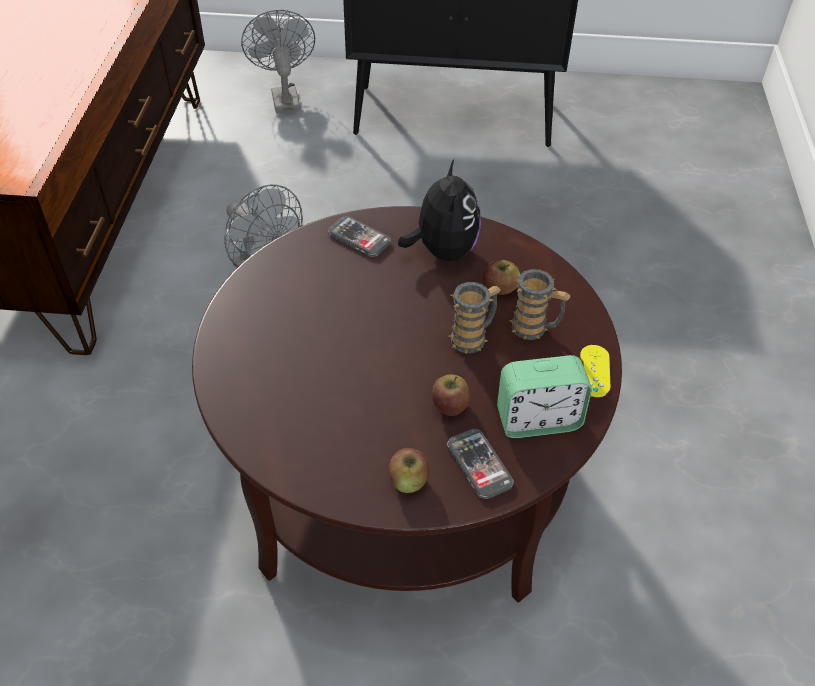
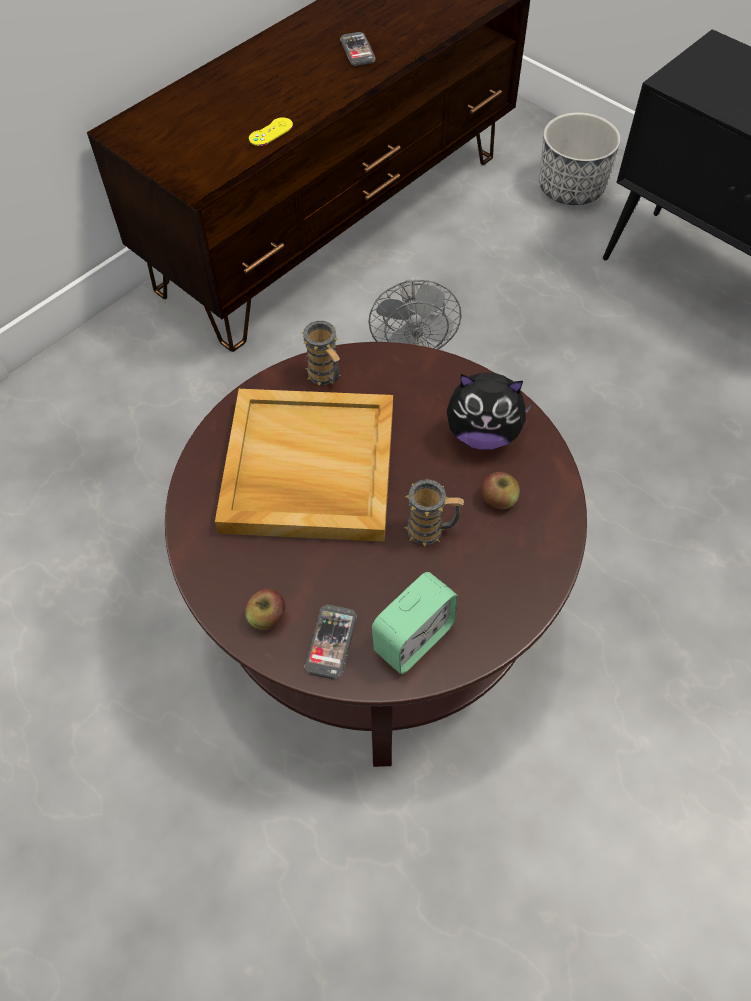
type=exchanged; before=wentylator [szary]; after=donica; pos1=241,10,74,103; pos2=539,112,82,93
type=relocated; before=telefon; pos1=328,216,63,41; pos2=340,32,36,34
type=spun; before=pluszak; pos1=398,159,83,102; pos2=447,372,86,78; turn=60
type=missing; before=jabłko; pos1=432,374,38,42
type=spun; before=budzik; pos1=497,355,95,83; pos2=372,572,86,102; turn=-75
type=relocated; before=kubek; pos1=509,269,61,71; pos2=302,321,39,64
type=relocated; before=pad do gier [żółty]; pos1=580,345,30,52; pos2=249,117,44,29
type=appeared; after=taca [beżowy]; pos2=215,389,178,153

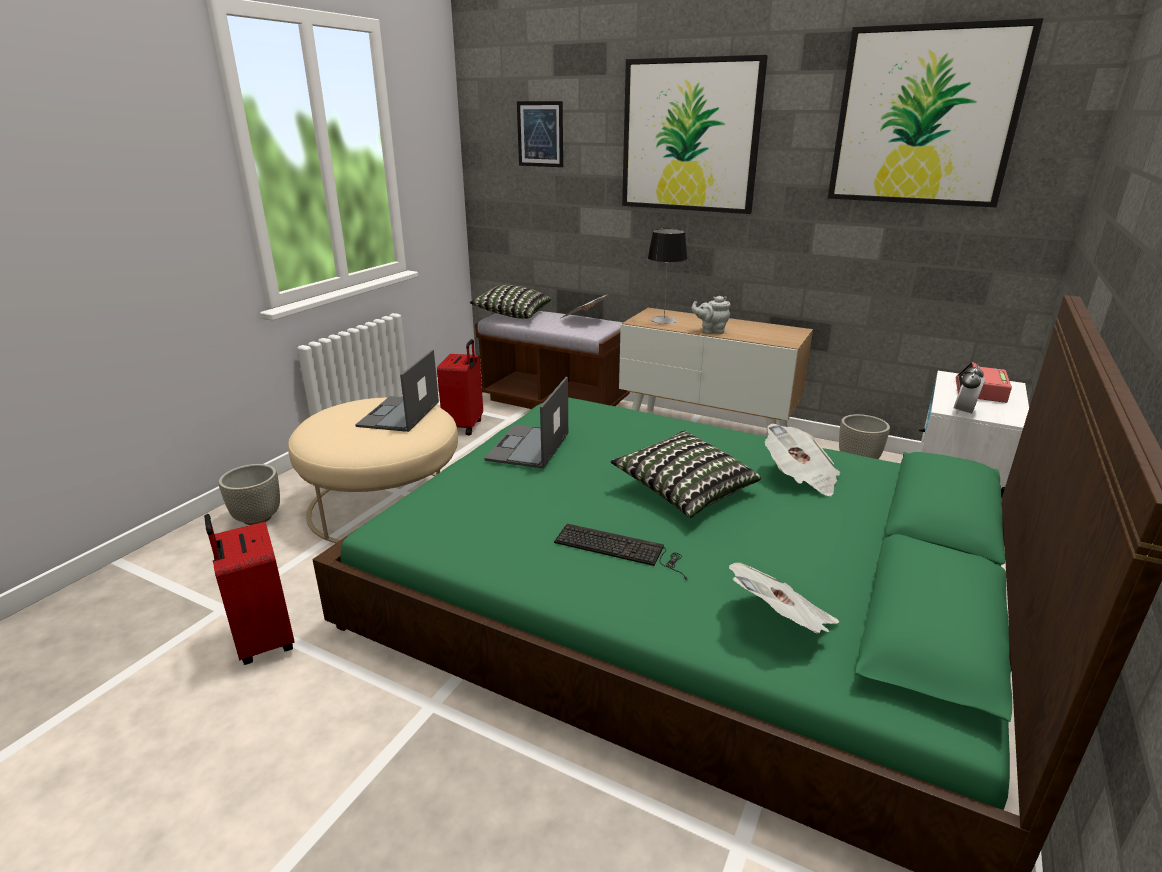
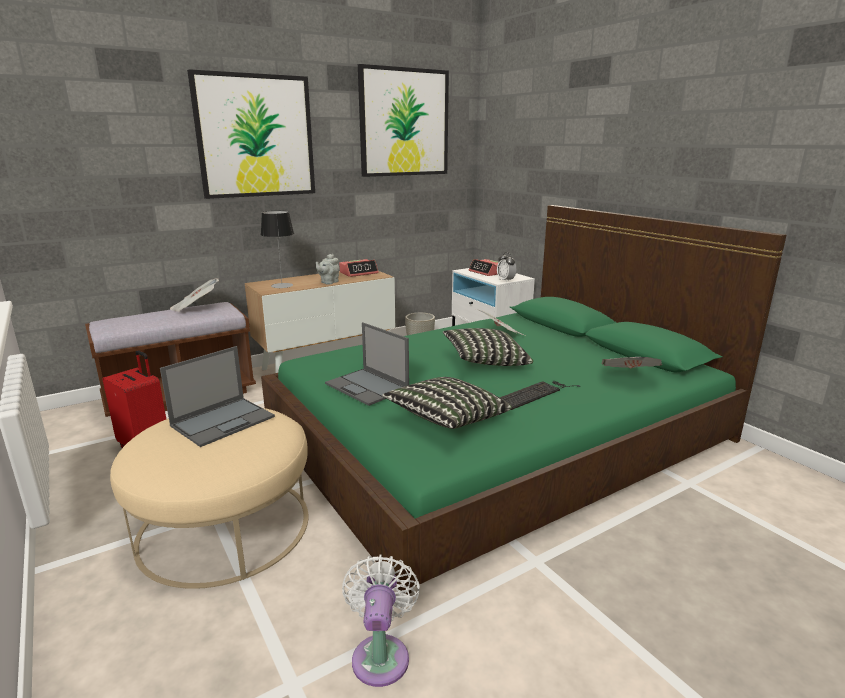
type=exchanged; before=walizka [czerwony]; after=wentylator [biały]; pos1=204,514,90,151; pos2=342,555,78,132
type=missing; before=donica [szary]; pos1=218,464,62,61
type=spun; before=laptop; pos1=355,350,84,82; pos2=160,346,115,101; turn=-90
type=relocated; before=poduszka; pos1=470,285,81,34; pos2=382,377,130,52
type=missing; before=obraz; pos1=517,101,46,66
type=appeared; after=budzik; pos2=339,259,40,18

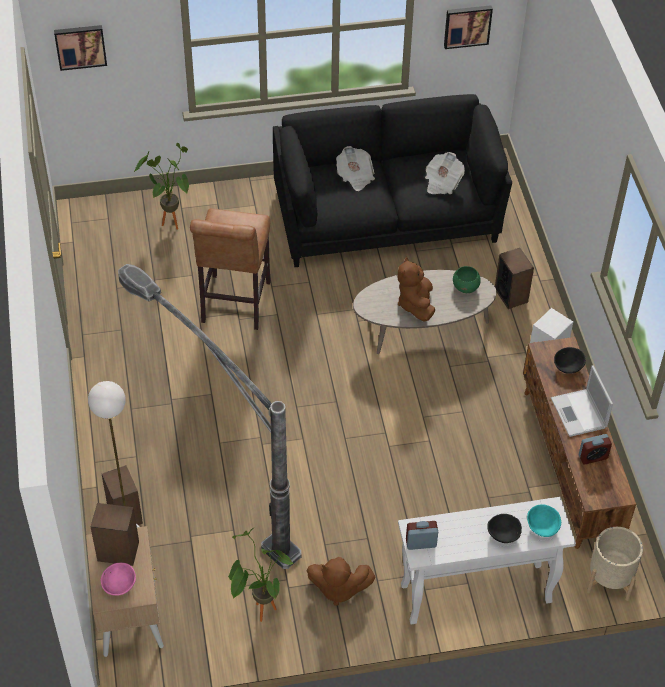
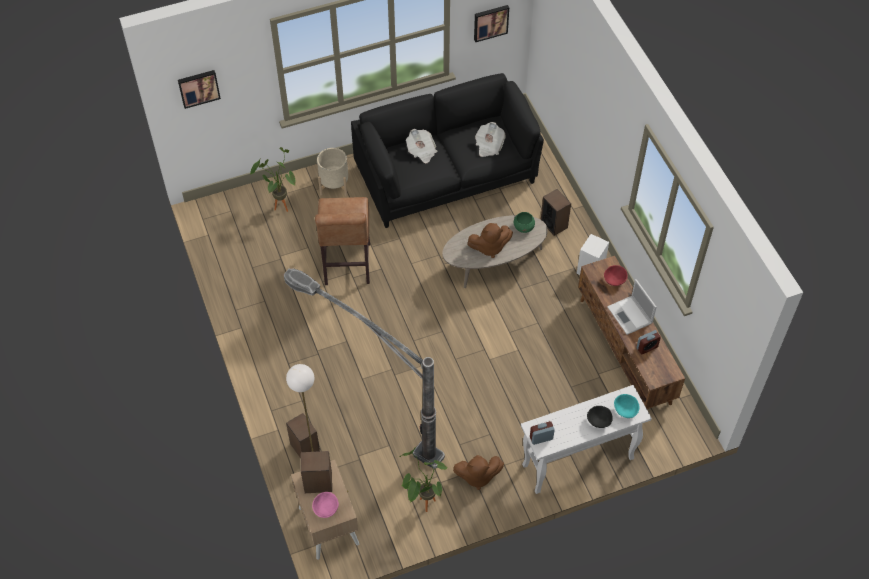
type=spun; before=pluszak [brązowy]; pos1=398,257,37,64; pos2=467,223,46,35; turn=-90
type=colour; before=miska [czarny]; after=miska [czerwony]; pos1=554,347,32,27; pos2=604,265,24,21
type=relocated; before=donica [beżowy]; pos1=587,527,56,74; pos2=317,148,32,48

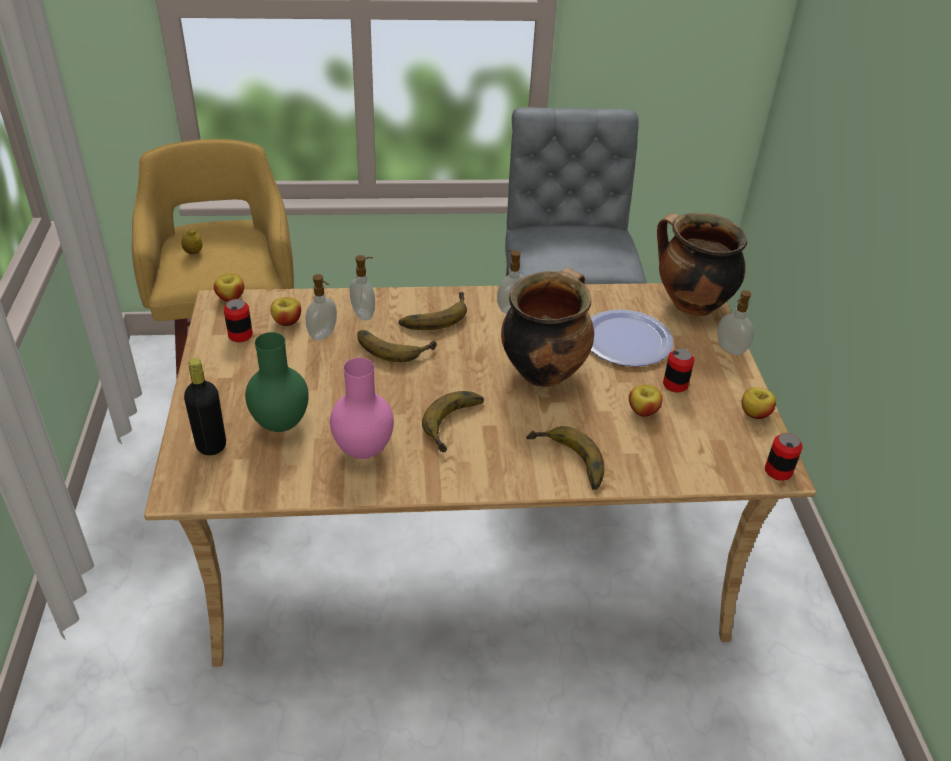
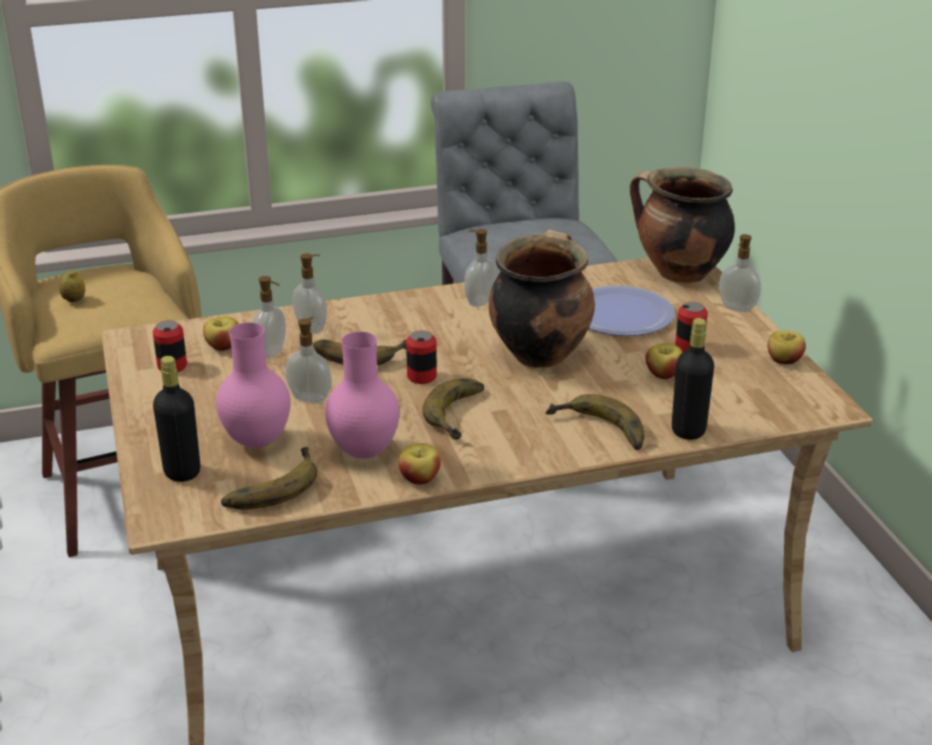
type=relocated; before=jabłko; pos1=214,273,30,29; pos2=398,443,43,42
type=colour; before=wazon [zielony]; after=wazon [różowy]; pos1=245,332,64,100; pos2=216,322,75,126
type=relocated; before=banan; pos1=398,292,69,38; pos2=221,447,96,62
type=relocated; before=puszka; pos1=765,433,38,48; pos2=406,330,31,54
type=appeared; after=dozownik mydła; pos2=285,317,47,86
type=appeared; after=butelka [czarny]; pos2=672,318,42,122

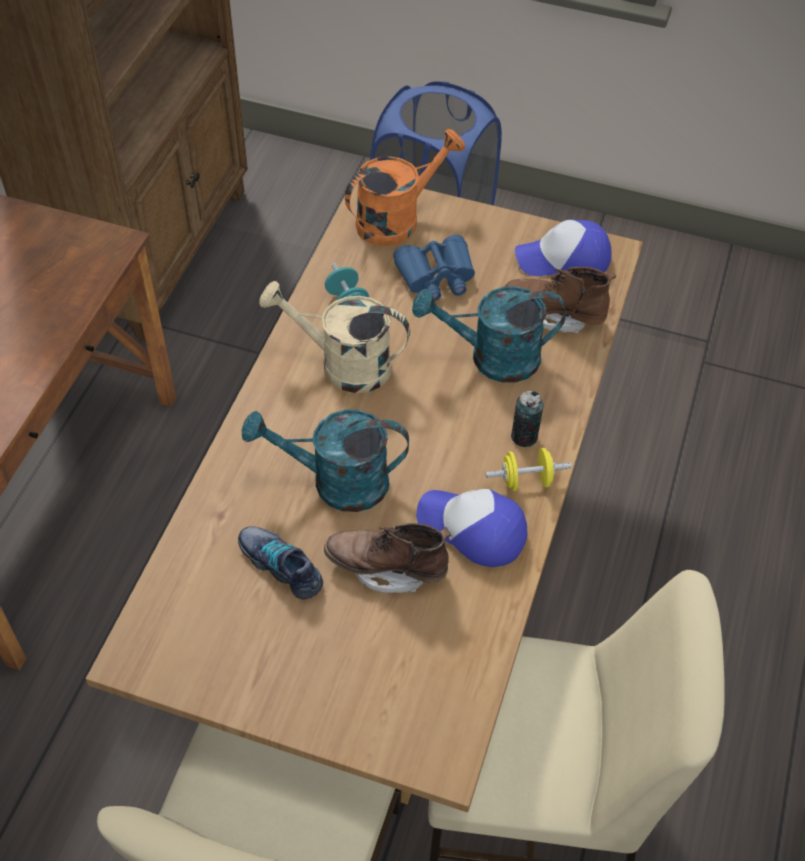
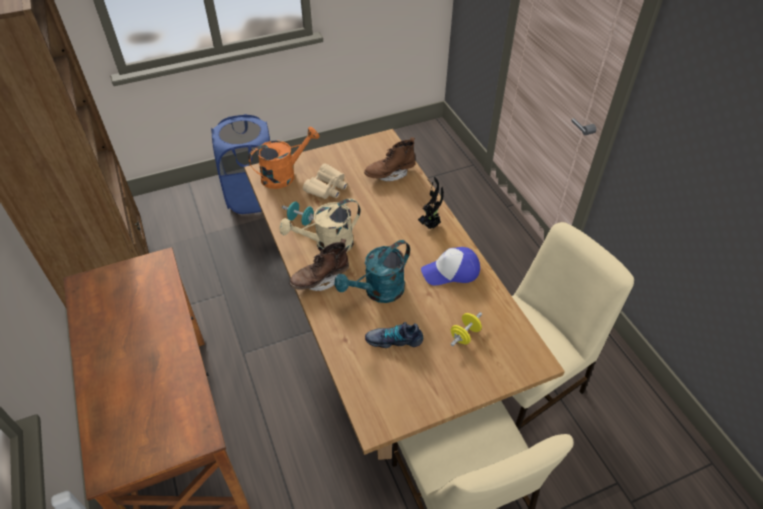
type=relocated; before=but z cholewką [brązowy]; pos1=324,523,127,70; pos2=289,239,60,52
type=spun; before=konewka [pomarańczowy]; pos1=345,129,120,117; pos2=248,127,72,62; turn=45
type=colour; before=lornetka [niebieski]; after=lornetka [beżowy]; pos1=393,234,82,67; pos2=303,163,45,36
type=missing; before=konewka [turkusowy]; pos1=412,286,154,97
type=relocated; before=hantel [żółty]; pos1=485,448,86,43; pos2=450,312,32,34
type=exchanged; before=puszka; after=roślina doniczkowa; pos1=511,391,33,56; pos2=418,177,26,52
type=missing; before=czapka z daszkiem; pos1=515,219,96,57

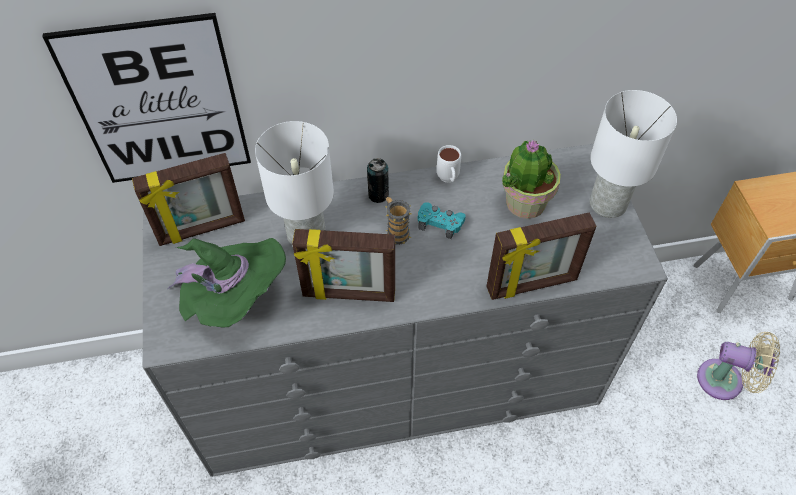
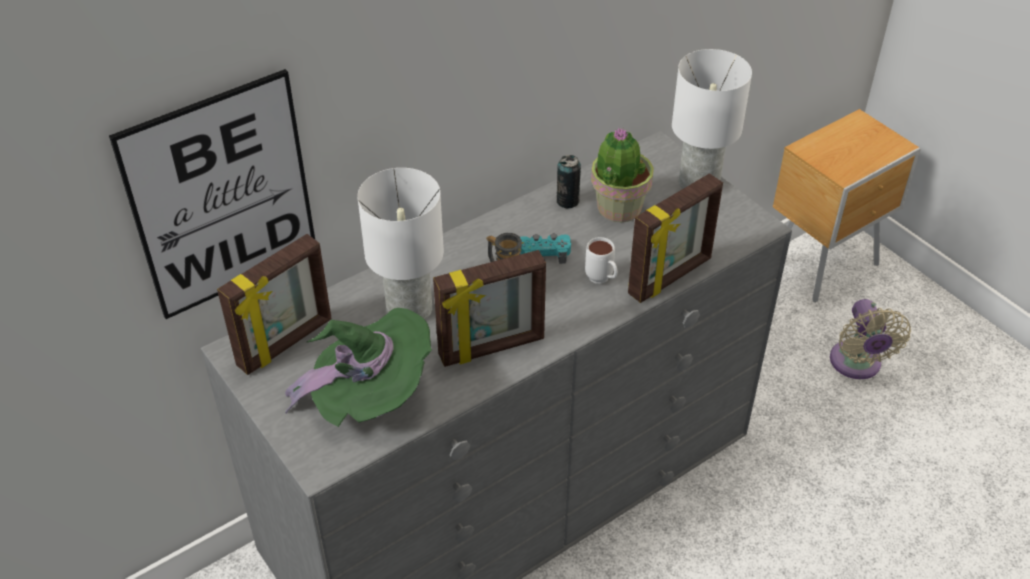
type=relocated; before=puszka; pos1=367,158,22,45; pos2=557,155,24,54
type=relocated; before=kubek [biały]; pos1=437,145,24,38; pos2=585,237,33,47
type=spun; before=wentylator [beżowy]; pos1=697,332,83,68; pos2=830,299,81,80; turn=90

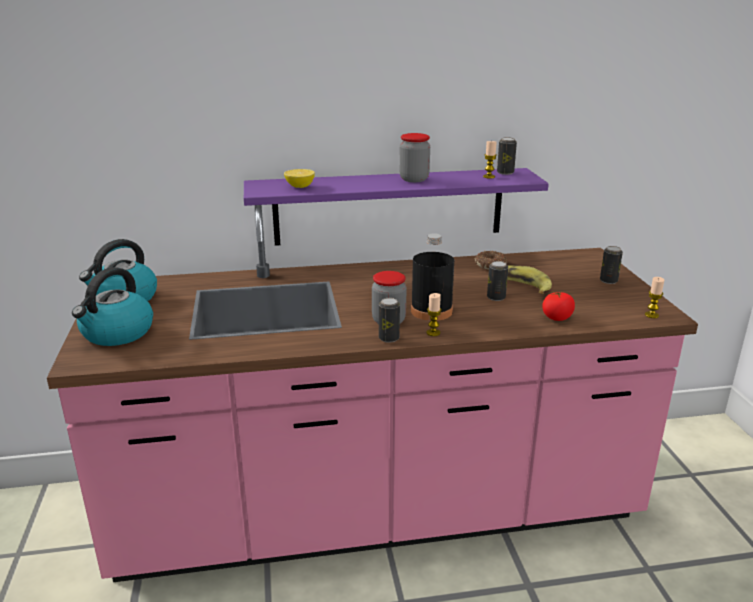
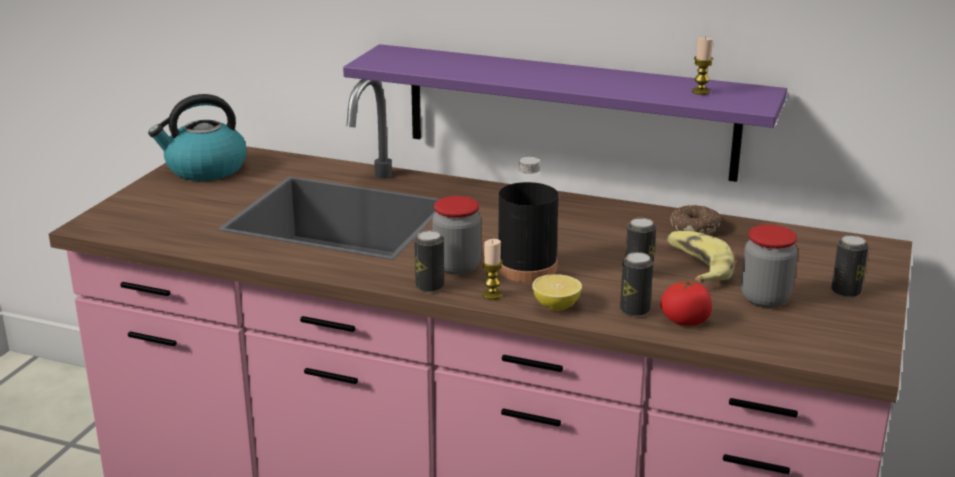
type=missing; before=czajnik; pos1=72,267,81,79
type=relocated; before=cytryna; pos1=284,169,31,19; pos2=532,274,50,36
type=relocated; before=słoik; pos1=399,133,31,49; pos2=741,225,56,83
type=relocated; before=puszka; pos1=497,137,20,38; pos2=620,252,33,64
type=missing; before=świeca; pos1=645,277,19,41

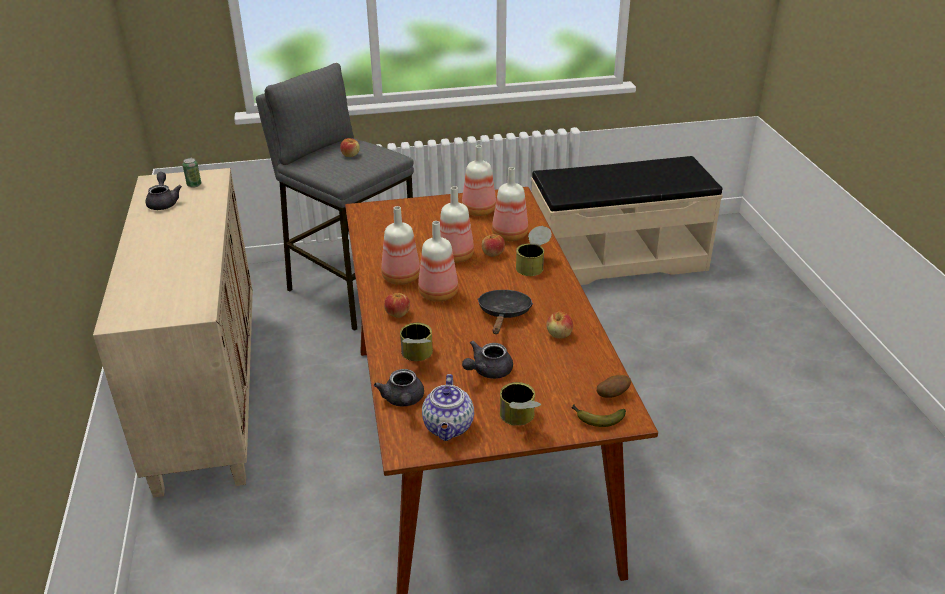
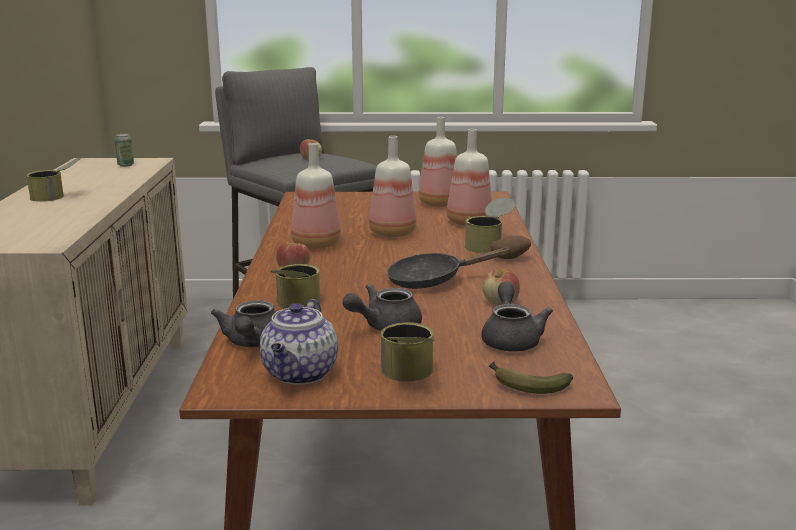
type=relocated; before=imbryk [szary]; pos1=146,172,36,38; pos2=481,282,72,70
type=missing; before=butelka; pos1=418,221,40,81
type=spun; before=patelnia [czarny]; pos1=478,290,55,44; pos2=387,247,125,42; turn=-120
type=missing; before=jabłko; pos1=482,234,23,23
type=missing; before=ławka [beżowy]; pos1=531,156,192,129
type=relocated; before=ziemniak; pos1=597,375,34,23; pos2=491,235,40,24
type=appeared; after=puszka; pos2=26,157,55,45

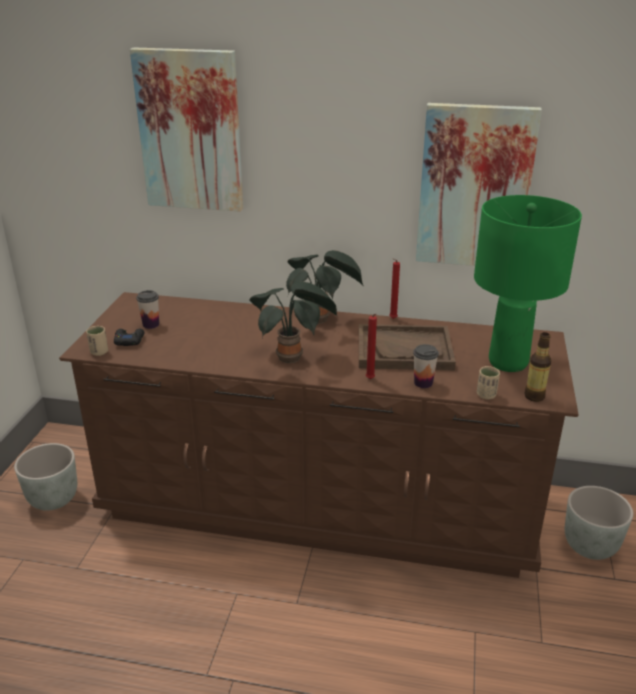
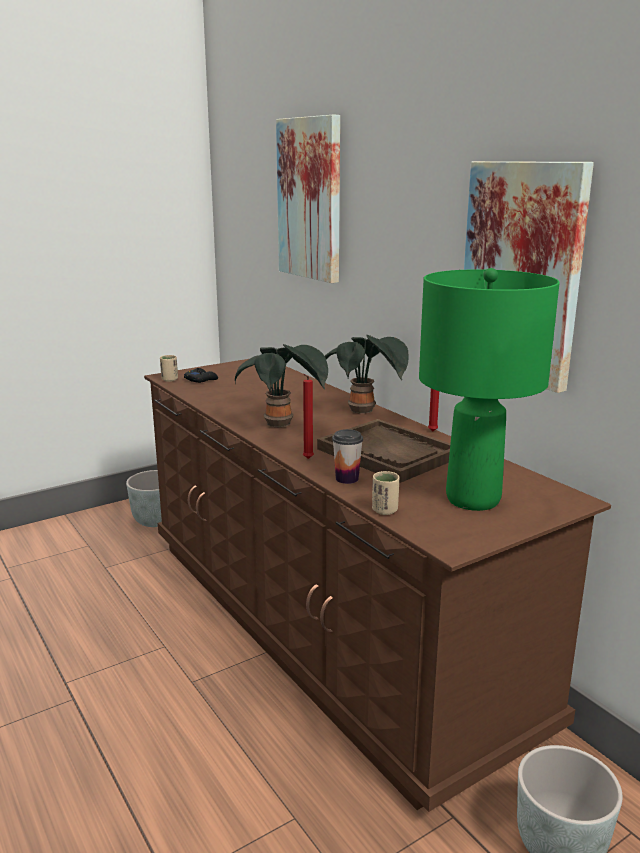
type=missing; before=filiżanka; pos1=136,290,23,39
type=missing; before=butelka; pos1=524,332,27,70

